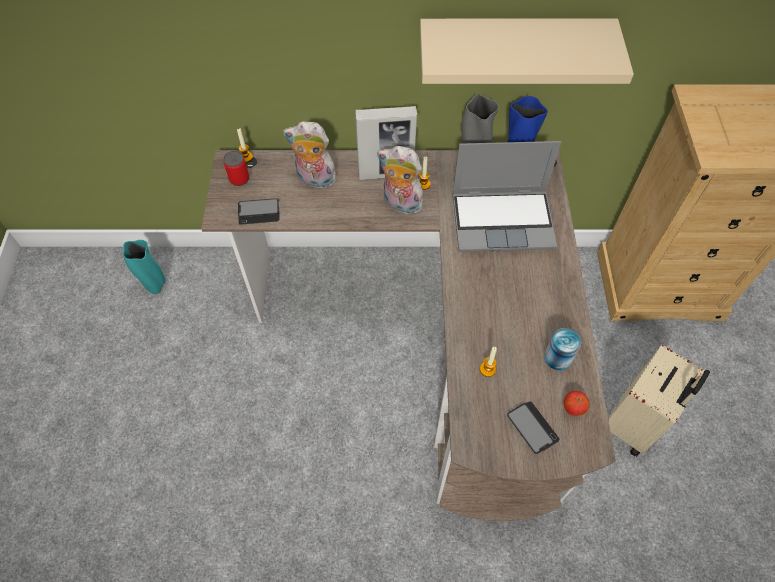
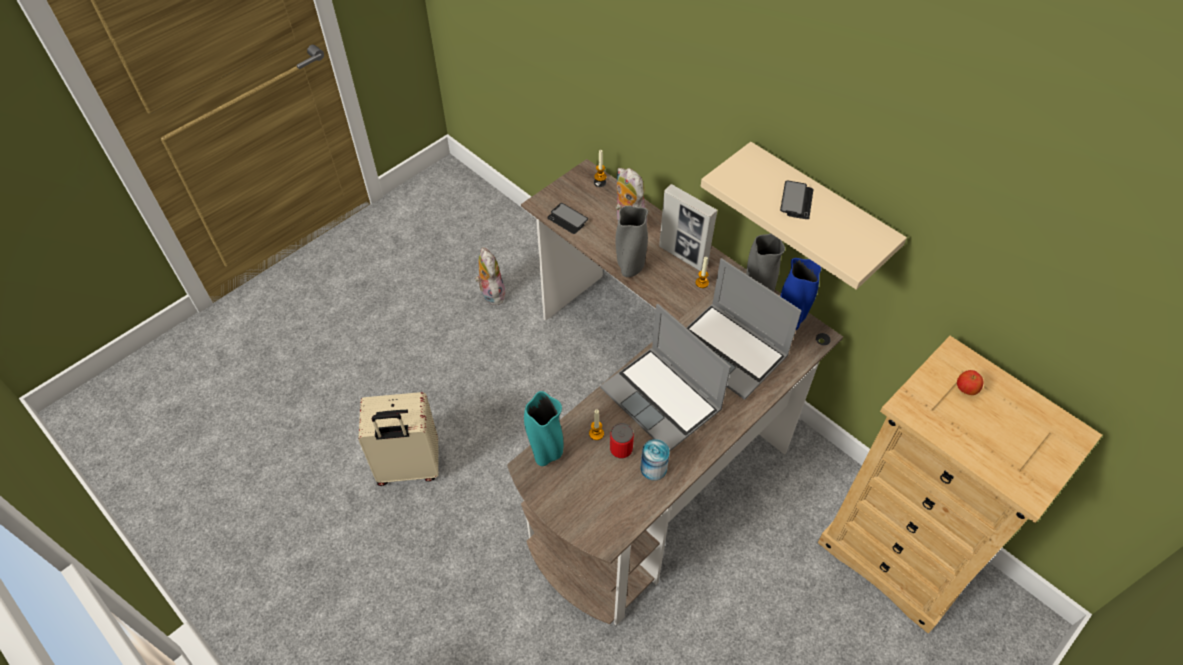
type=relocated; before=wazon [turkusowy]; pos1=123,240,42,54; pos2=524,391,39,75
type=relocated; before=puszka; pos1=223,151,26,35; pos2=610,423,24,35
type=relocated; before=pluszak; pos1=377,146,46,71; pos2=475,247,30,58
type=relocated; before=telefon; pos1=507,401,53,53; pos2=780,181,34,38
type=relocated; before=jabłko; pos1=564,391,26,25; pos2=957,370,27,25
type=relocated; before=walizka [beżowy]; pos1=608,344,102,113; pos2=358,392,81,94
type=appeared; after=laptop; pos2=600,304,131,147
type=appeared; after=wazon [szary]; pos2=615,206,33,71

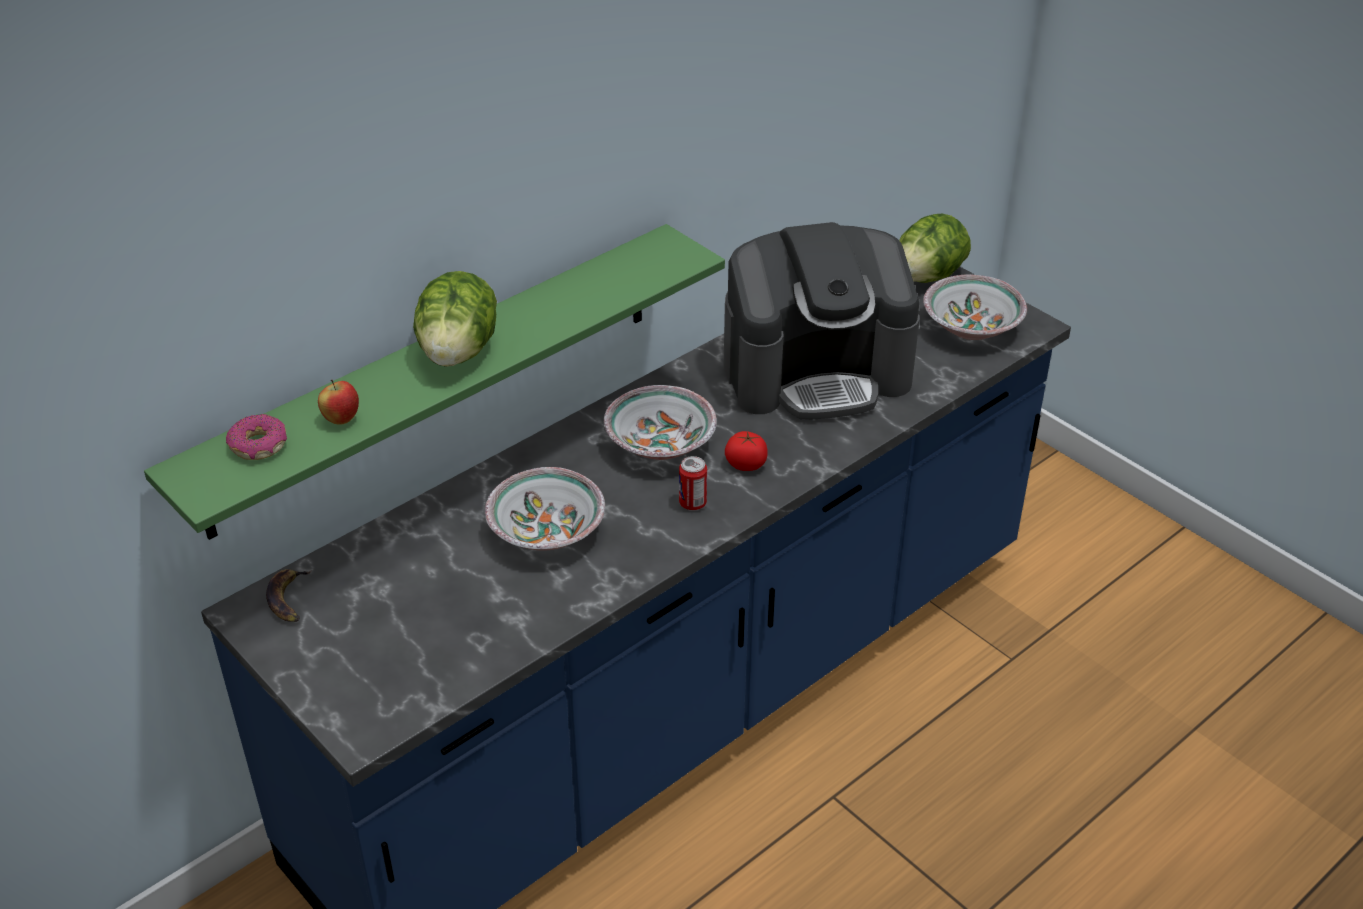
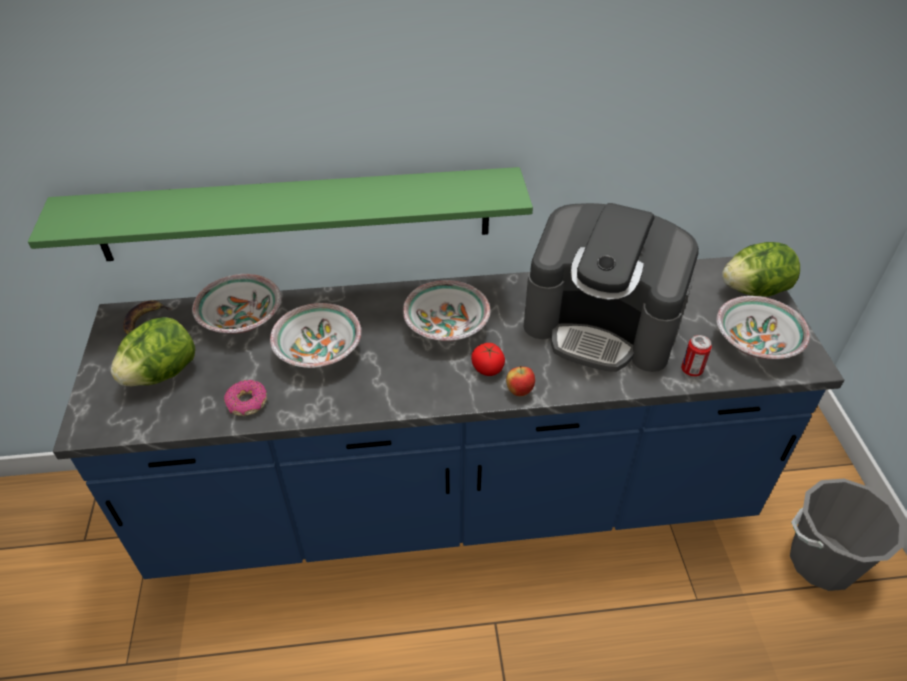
type=relocated; before=donut; pos1=226,414,61,46; pos2=224,380,43,36
type=relocated; before=jabłko; pos1=318,380,41,45; pos2=506,366,29,30
type=relocated; before=sałata; pos1=413,271,84,96; pos2=111,317,85,69
type=relocated; before=puszka; pos1=679,456,28,54; pos2=681,335,31,42
type=appeared; after=miska; pos2=192,274,89,60
type=appeared; after=wiadro [szary]; pos2=790,479,114,112

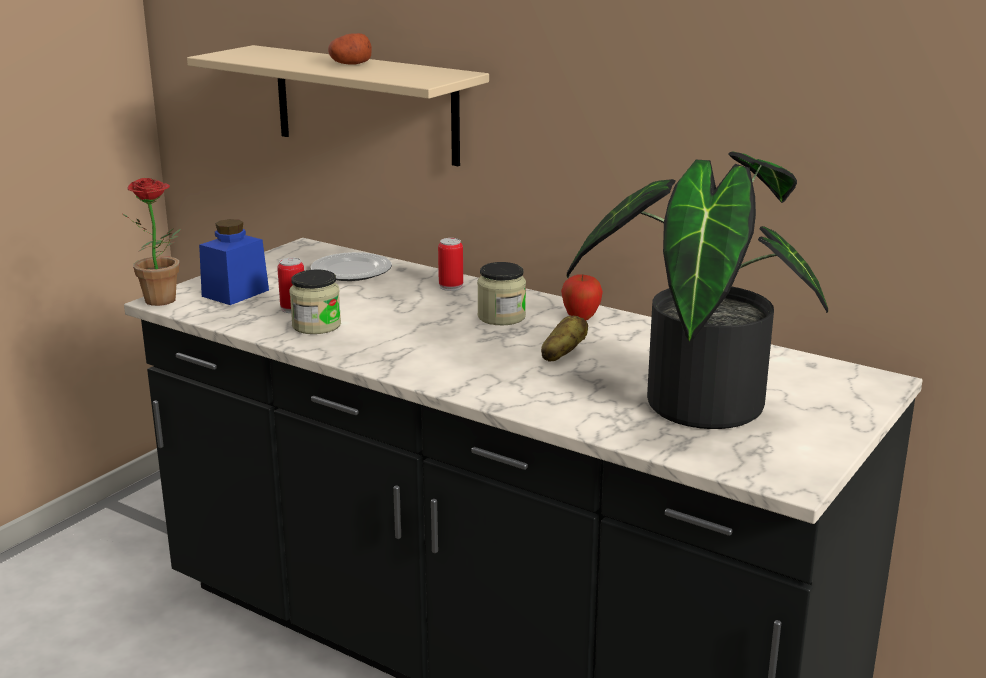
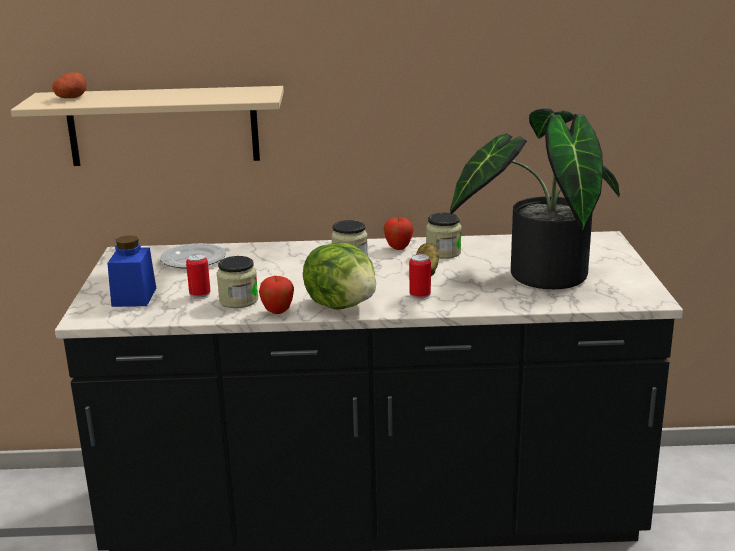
type=missing; before=roślina doniczkowa; pos1=121,178,60,128
type=relocated; before=ziemniak; pos1=328,33,44,32; pos2=52,72,35,26
type=relocated; before=puszka; pos1=438,238,25,53; pos2=409,254,22,46
type=appeared; after=jabłko; pos2=259,276,35,38
type=appeared; after=sałata; pos2=303,243,73,67
type=appeared; after=słoik; pos2=426,213,36,46

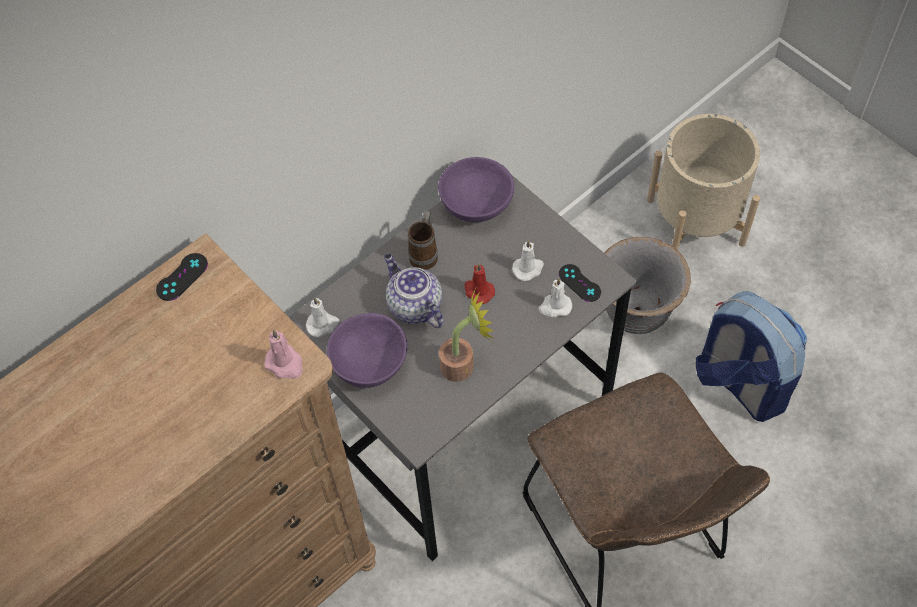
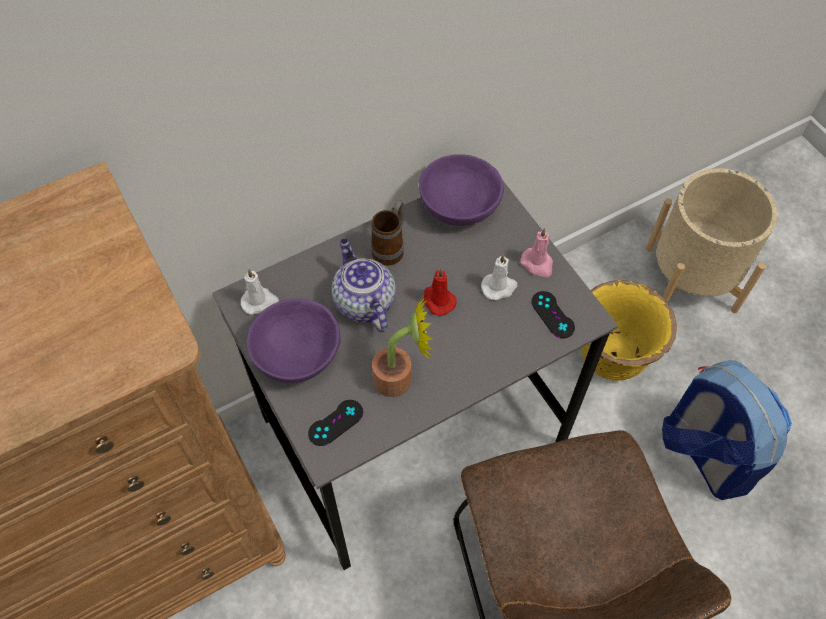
type=relocated; before=pad do gier [czarny]; pos1=156,253,52,48; pos2=308,400,55,46
type=relocated; before=świeca [różowy]; pos1=264,329,38,49; pos2=520,228,33,49
type=missing; before=świeca [biały]; pos1=539,278,33,40
type=colour; before=donica [szary]; after=donica [żółty]; pos1=605,237,86,97; pos2=581,280,96,101

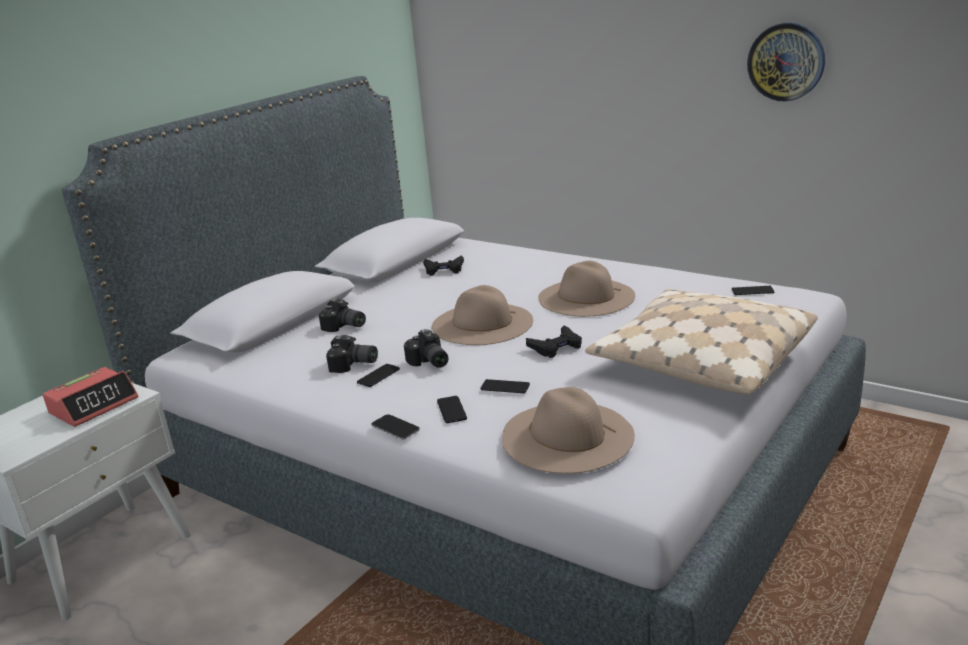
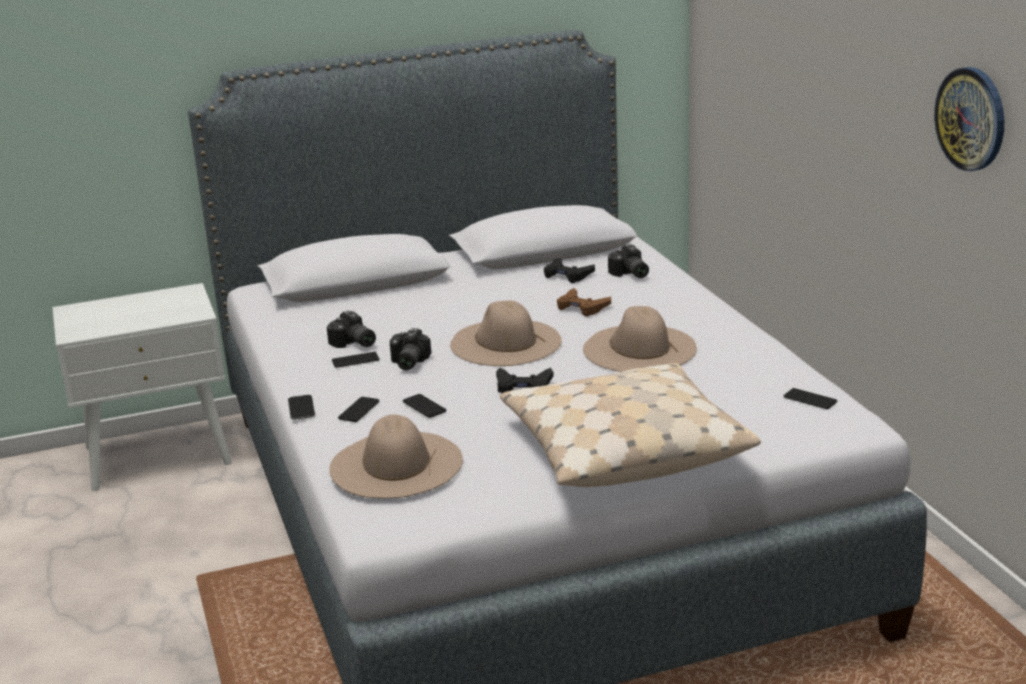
type=missing; before=budzik; pos1=43,367,95,60
type=relocated; before=aparat fotograficzny; pos1=319,298,47,34; pos2=608,244,41,34
type=appeared; after=pad do gier [brązowy]; pos2=557,288,54,28

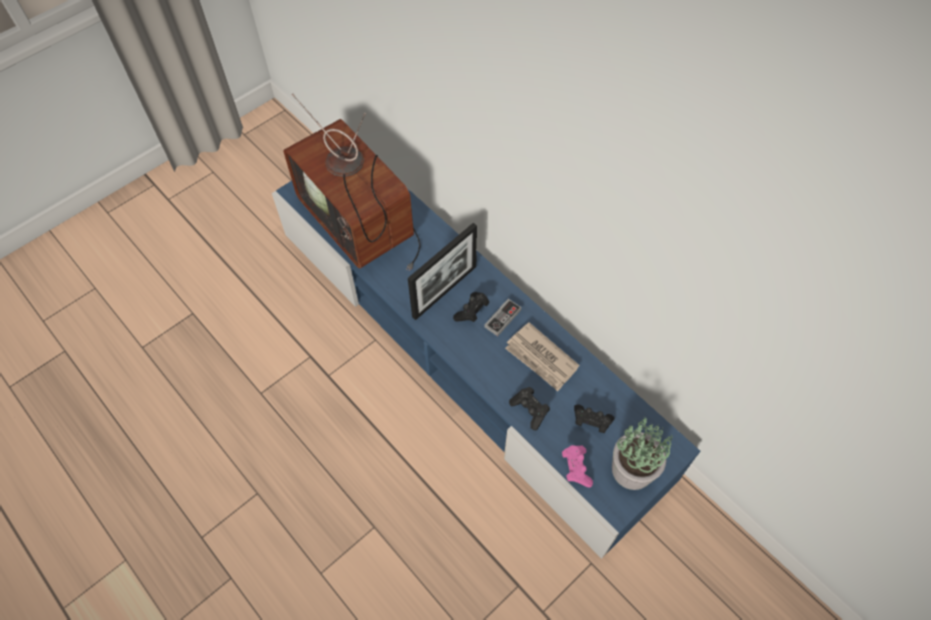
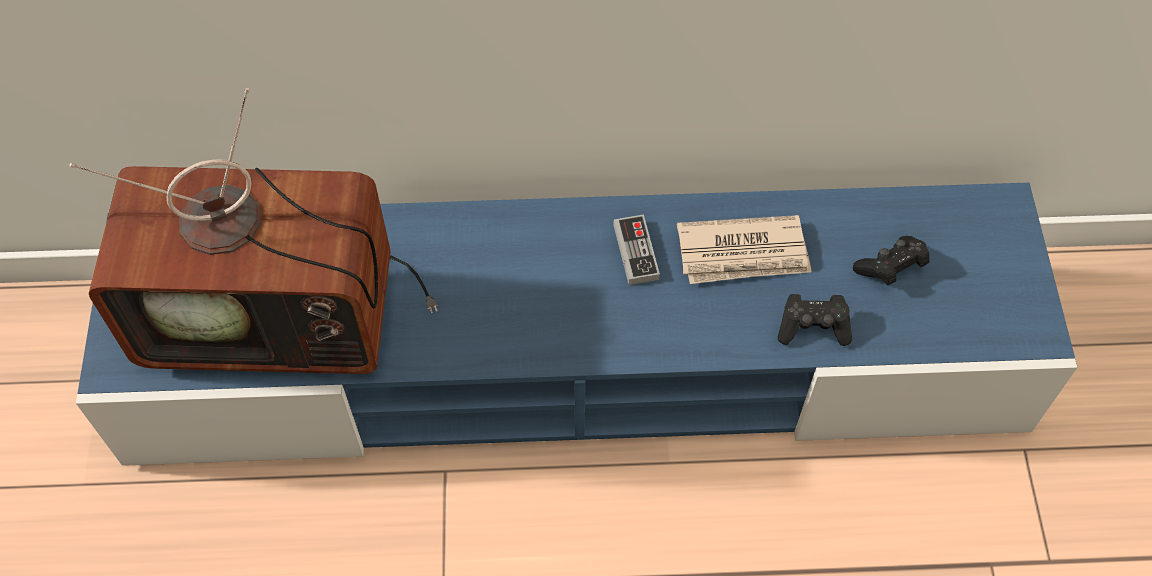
type=missing; before=ramka na zdjęcie; pos1=408,223,69,97
type=missing; before=pad do gier [czarny]; pos1=453,292,36,30
type=missing; before=pad do gier [różowy]; pos1=562,445,31,42
type=missing; before=roślina doniczkowa; pos1=612,417,61,73

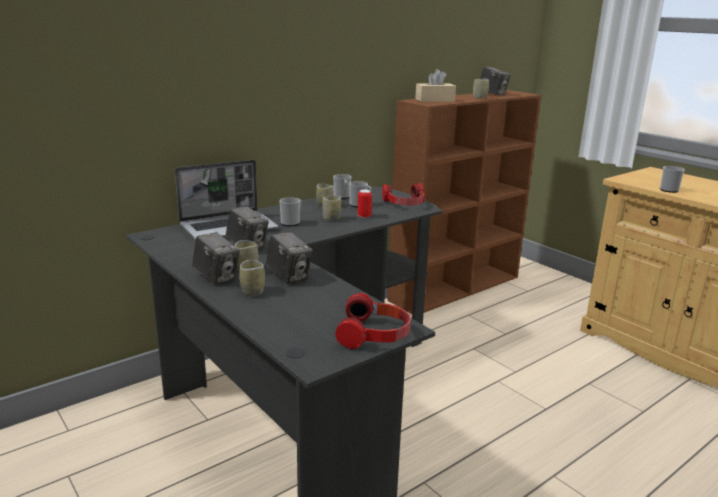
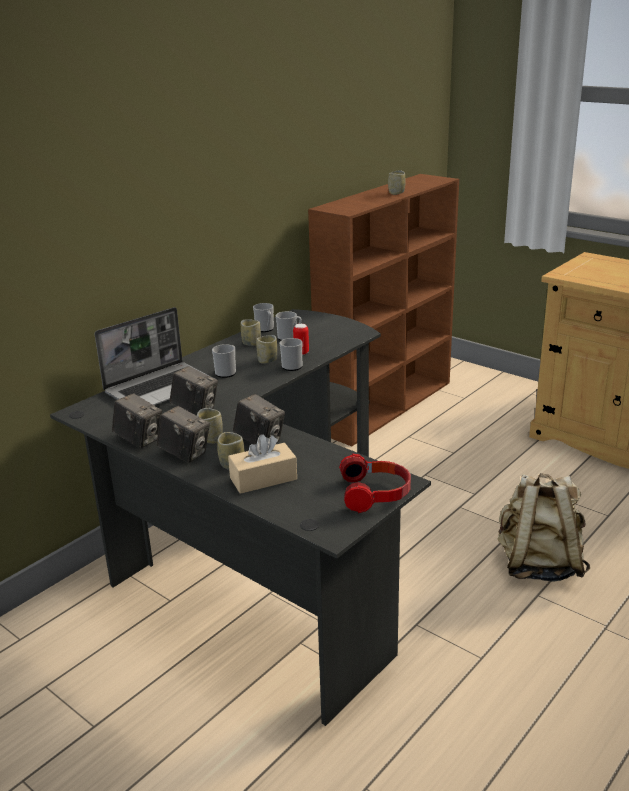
type=missing; before=słuchawki; pos1=382,183,43,22
type=relocated; before=pudełko chusteczek [beżowy]; pos1=415,69,41,33; pos2=228,434,69,60
type=relocated; before=aparat fotograficzny; pos1=480,66,31,29; pos2=112,393,50,55
type=relocated; before=kubek; pos1=660,166,25,27; pos2=280,338,23,33
type=appeared; after=plecak [beżowy]; pos2=498,473,92,109

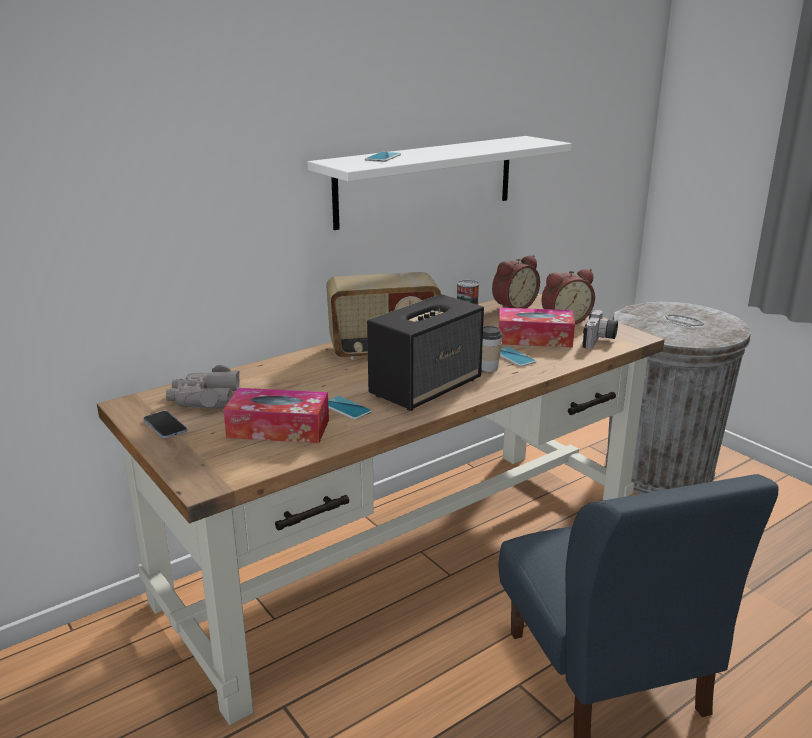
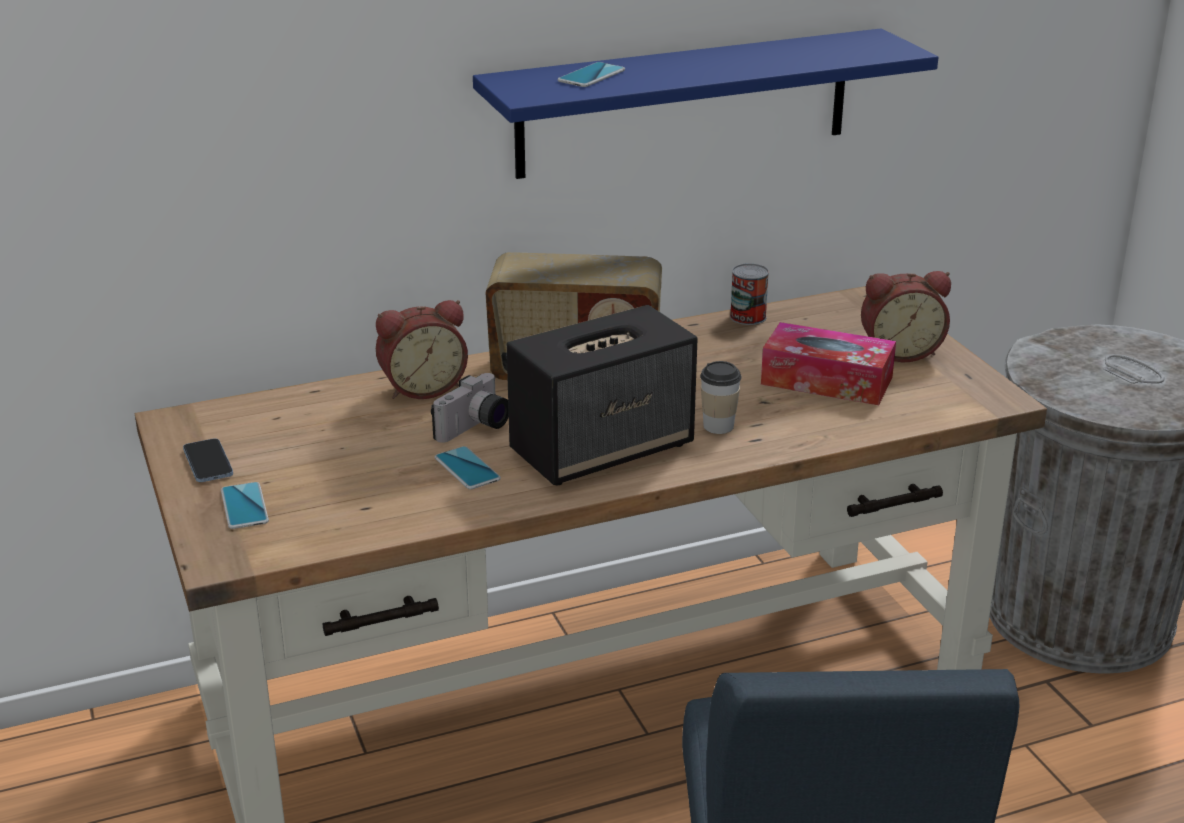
type=missing; before=lornetka [szary]; pos1=166,365,74,44
type=missing; before=pudełko chusteczek; pos1=223,388,106,55
type=colour; before=półka [biały]; after=półka [niebieski]; pos1=307,136,265,94; pos2=473,28,465,151
type=relocated; before=budzik; pos1=492,255,48,53; pos2=376,300,92,99
type=relocated; before=telefon; pos1=500,347,36,20; pos2=221,482,48,47
type=relocated; before=aparat fotograficzny; pos1=583,310,35,39; pos2=431,373,78,70

